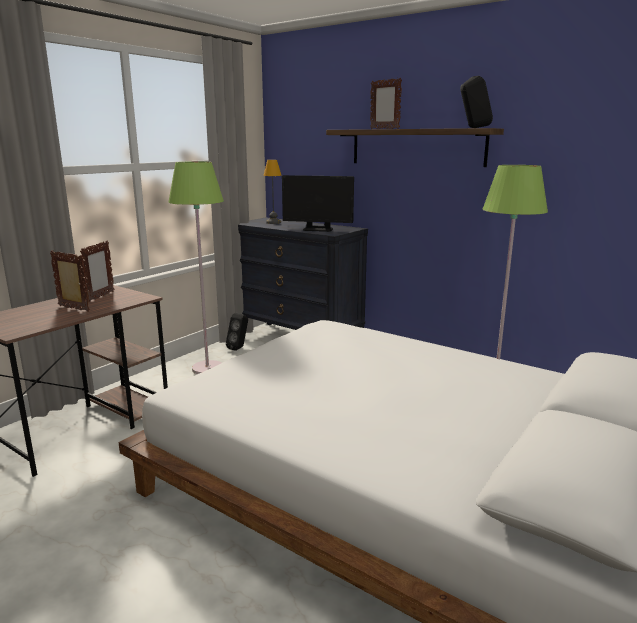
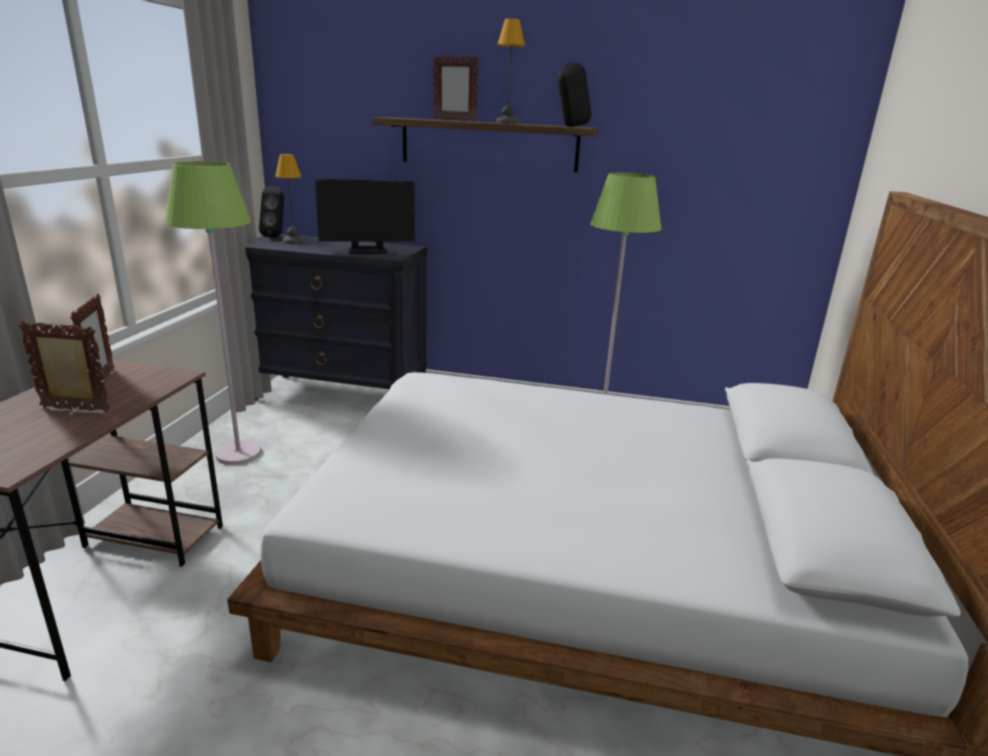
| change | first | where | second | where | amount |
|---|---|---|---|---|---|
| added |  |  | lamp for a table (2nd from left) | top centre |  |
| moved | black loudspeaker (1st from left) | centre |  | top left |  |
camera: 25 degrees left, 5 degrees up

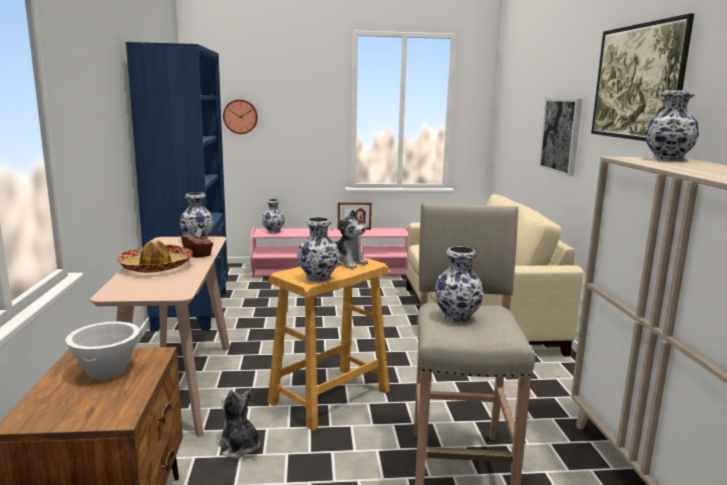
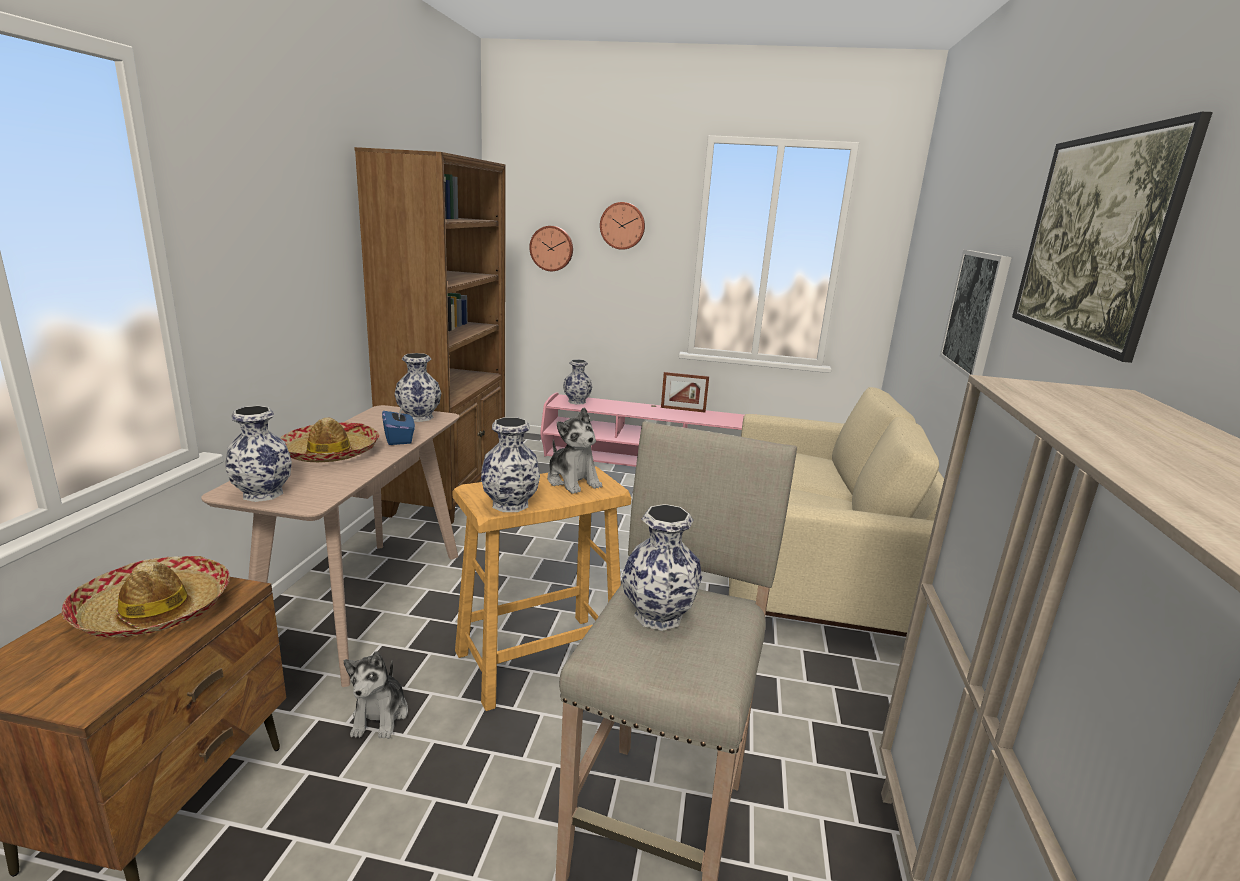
| change | first | where | second | where | amount |
|---|---|---|---|---|---|
| added |  |  | wall clock (2nd from left) | top centre |  |
| moved | decorative vase (5th from left in the first image) | top right | decorative vase (1st from left) | middle left |  |
| replaced | white serving bowl | bottom left | hat (1st from left) | bottom left |  |
| recoloured | blue shelving unit | middle left | brown shelving unit | centre |  |
| recoloured | brown box of tissues | middle left | blue box of tissues | middle left |  |
| turned | cuddly toy (1st from left) | bottom left |  | bottom left | 150 degrees counterclockwise |
camera: 15 degrees right, 5 degrees up

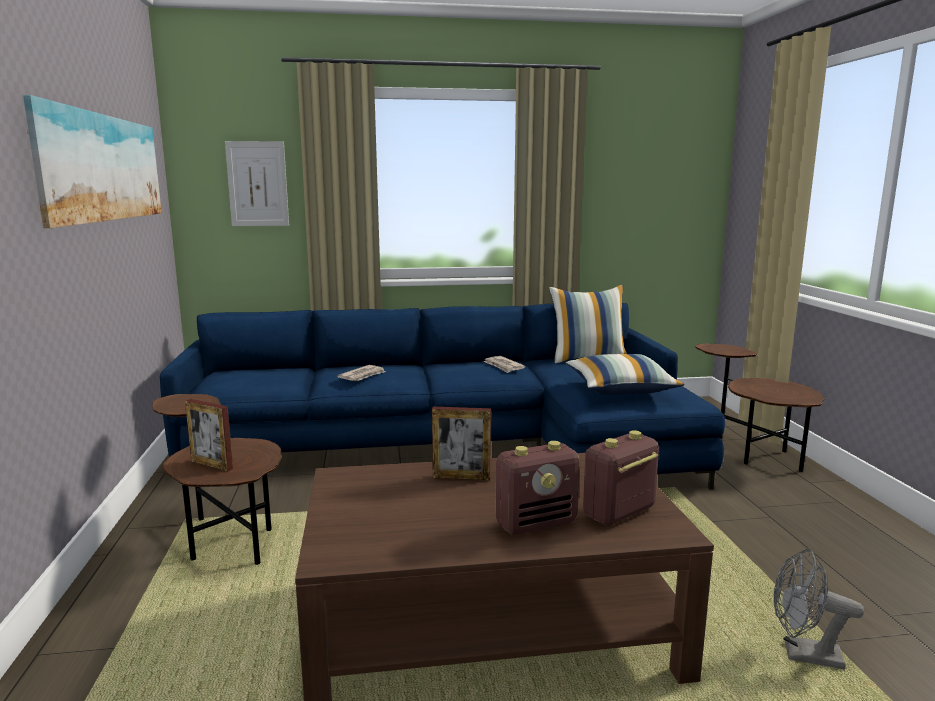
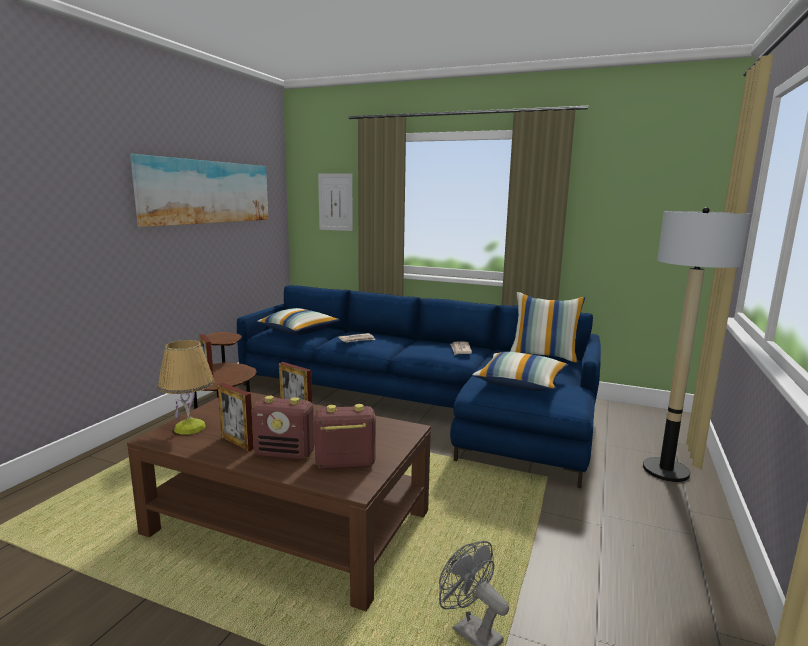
| change | first | where | second | where | amount |
|---|---|---|---|---|---|
| added |  |  | lamp for a table | middle left |  |
| added |  |  | photo frame (2nd from left) | middle left |  |
| added |  |  | throw pillow (1st from left) | centre |  |
| replaced | brown accent table (2nd from left) | middle right | standing lamp | middle right |  |
camera: 30 degrees right, 0 degrees up

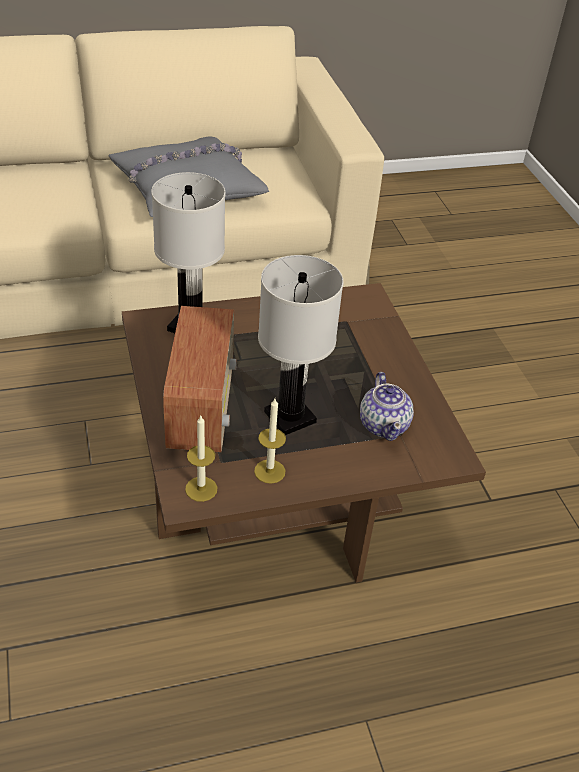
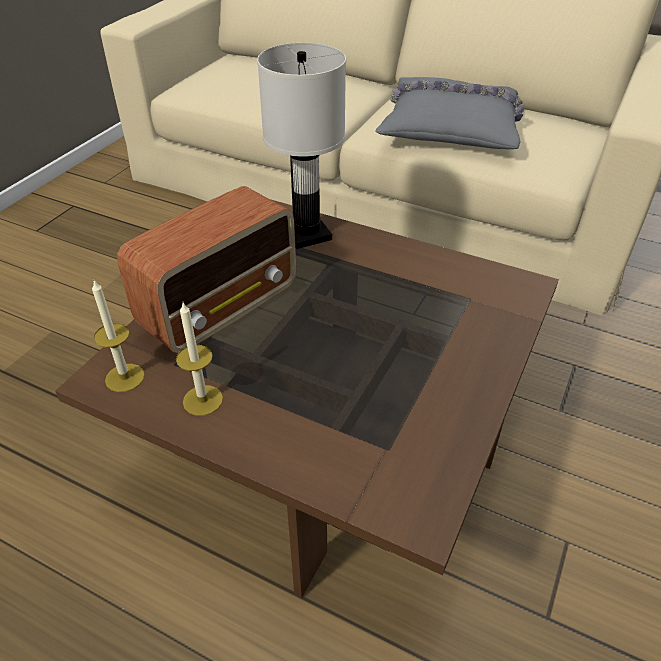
| change | first | where | second | where | amount |
|---|---|---|---|---|---|
| removed | white lamp for a table (2nd from left) | centre |  |  |  |
| removed | teapot | middle right |  |  |  |
camera: 45 degrees right, 0 degrees up

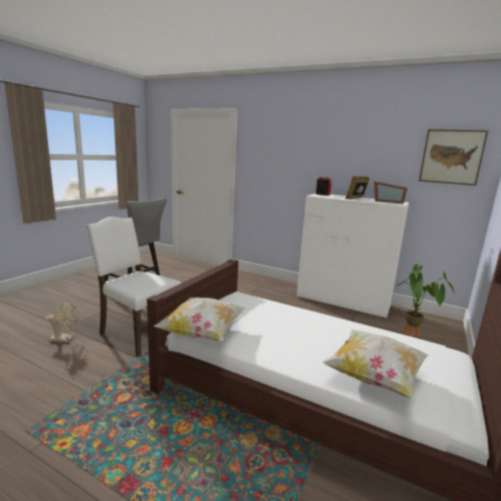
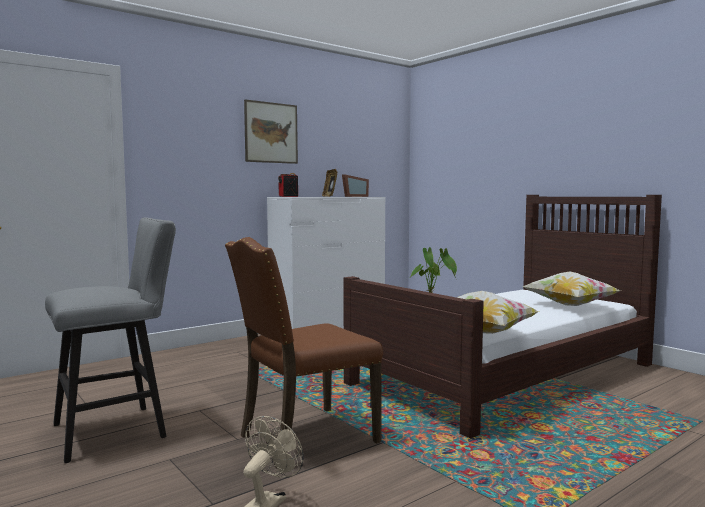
| change | first | where | second | where | amount |
|---|---|---|---|---|---|
| moved | wall art | top right |  | top centre |  |
| recoloured | white chair | middle left | brown chair | bottom centre |  |
camera: 65 degrees left, 10 degrees down

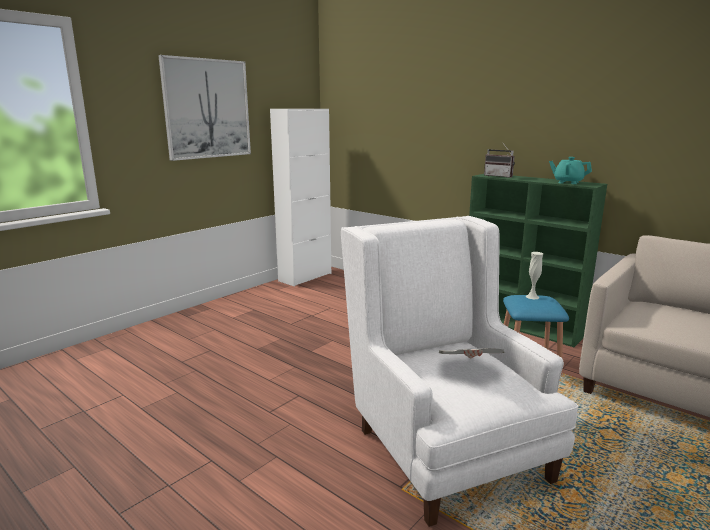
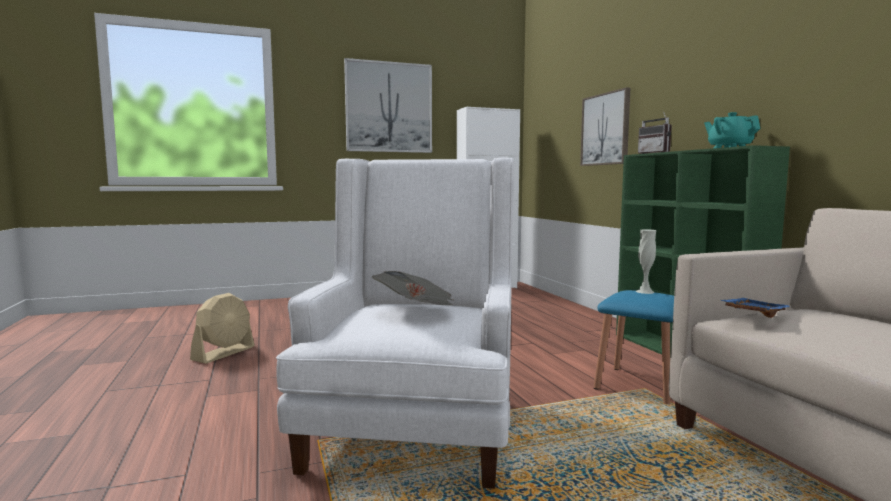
| change | first | where | second | where | amount |
|---|---|---|---|---|---|
| added |  |  | sand-coloured fan | middle left |  |
| added |  |  | wall art (2nd from left) | top right |  |
| added |  |  | blue tray | middle right |  |
camera: 30 degrees right, 10 degrees down

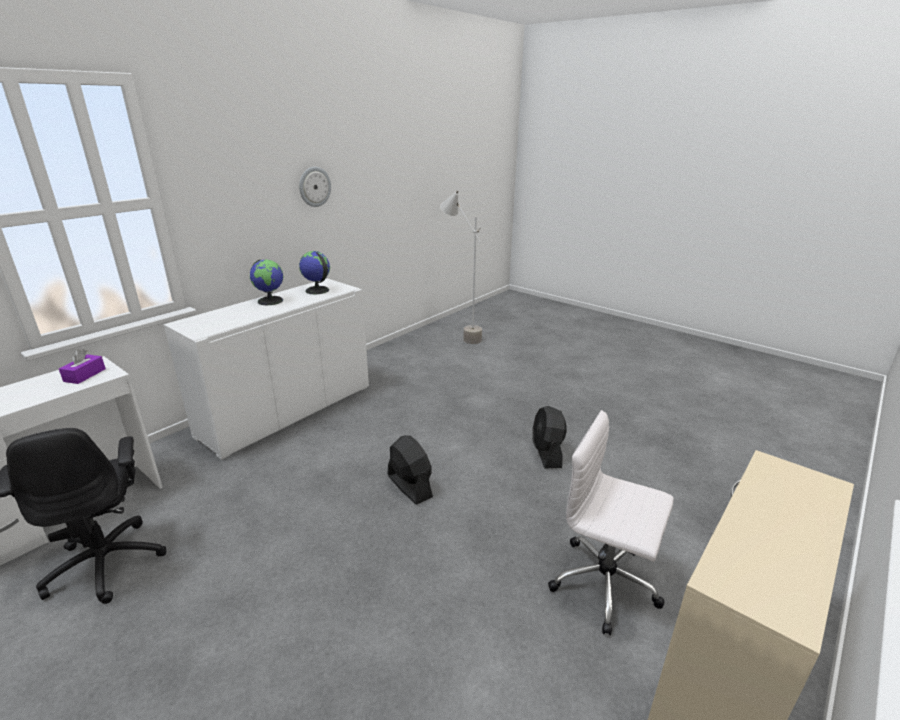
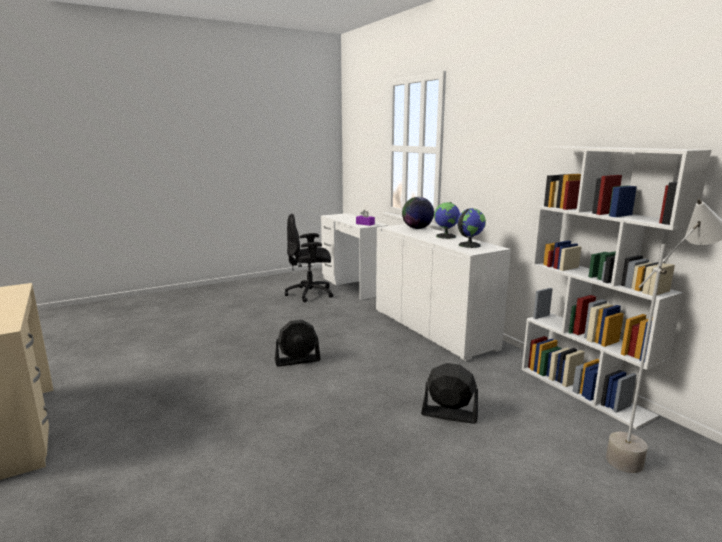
| change | first | where | second | where | amount |
|---|---|---|---|---|---|
| removed | wall clock | top centre |  |  |  |
| removed | white desk chair | bottom right |  |  |  |
| added |  |  | desk globe (1st from left) | centre |  |
| added |  |  | white shelving unit | middle right |  |
| moved | black fan (2nd from left) | centre |  | bottom centre |  |
camera: 110 degrees right, 10 degrees down

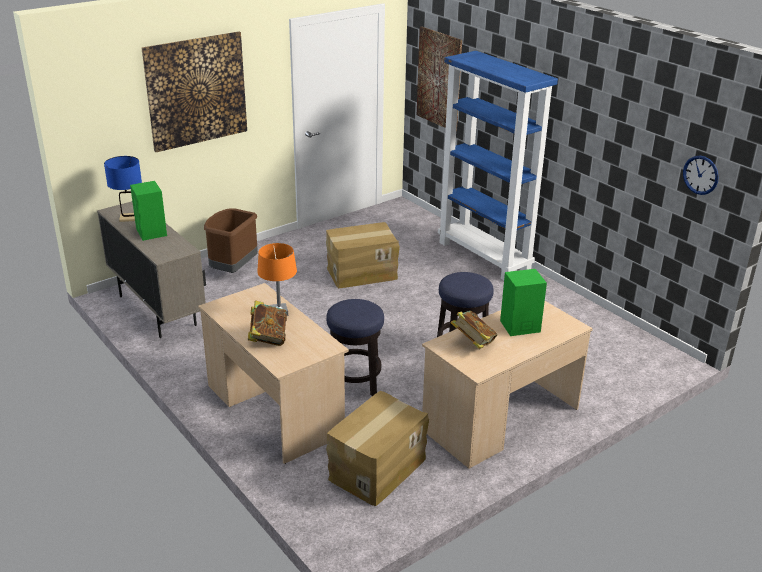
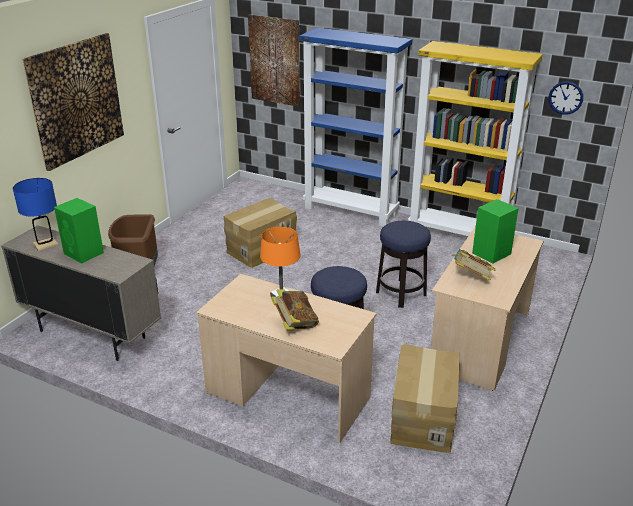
| change | first | where | second | where | amount |
|---|---|---|---|---|---|
| added |  |  | yellow shelving unit | top right |  |
camera: 25 degrees left, 0 degrees up

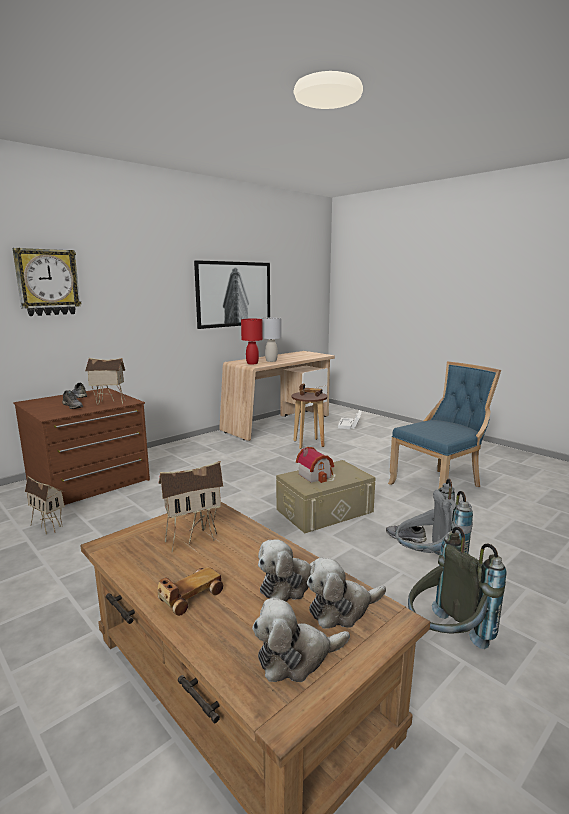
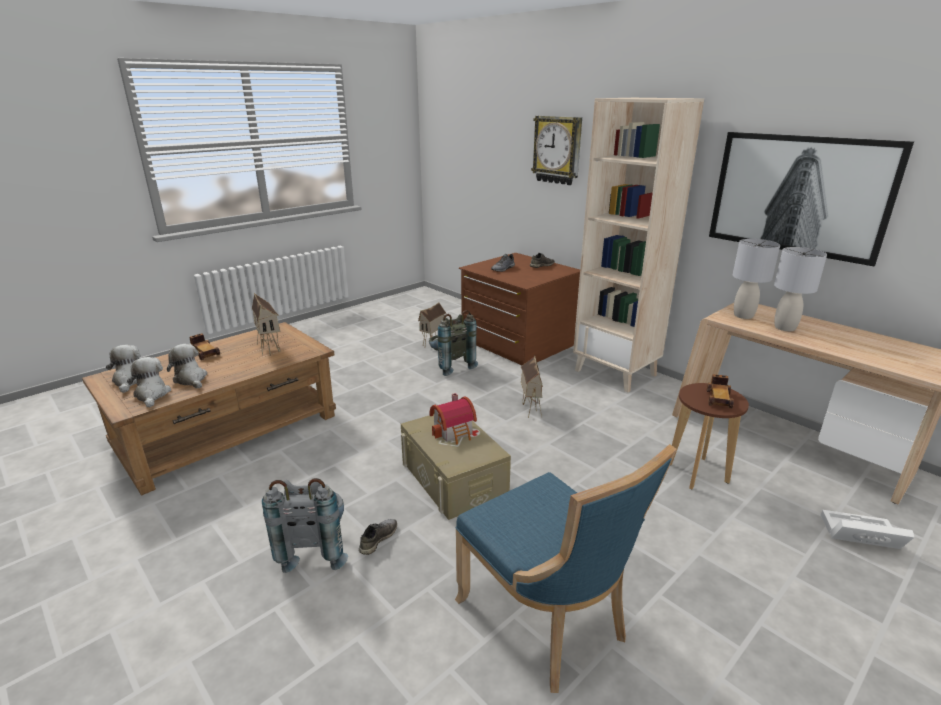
| change | first | where | second | where | amount |
|---|---|---|---|---|---|
| added |  |  | sand-coloured shelving unit | middle right |  |
| moved | miniature house (2nd from left in the first image) | middle left | miniature house (4th from left) | centre |  |
| moved | gray backpack (2nd from left) | bottom right |  | centre |  |
| recoloured | red-coloured lamp for a table | centre | gray lamp for a table (1st from left) | middle right |  |
camera: 90 degrees right, 10 degrees up

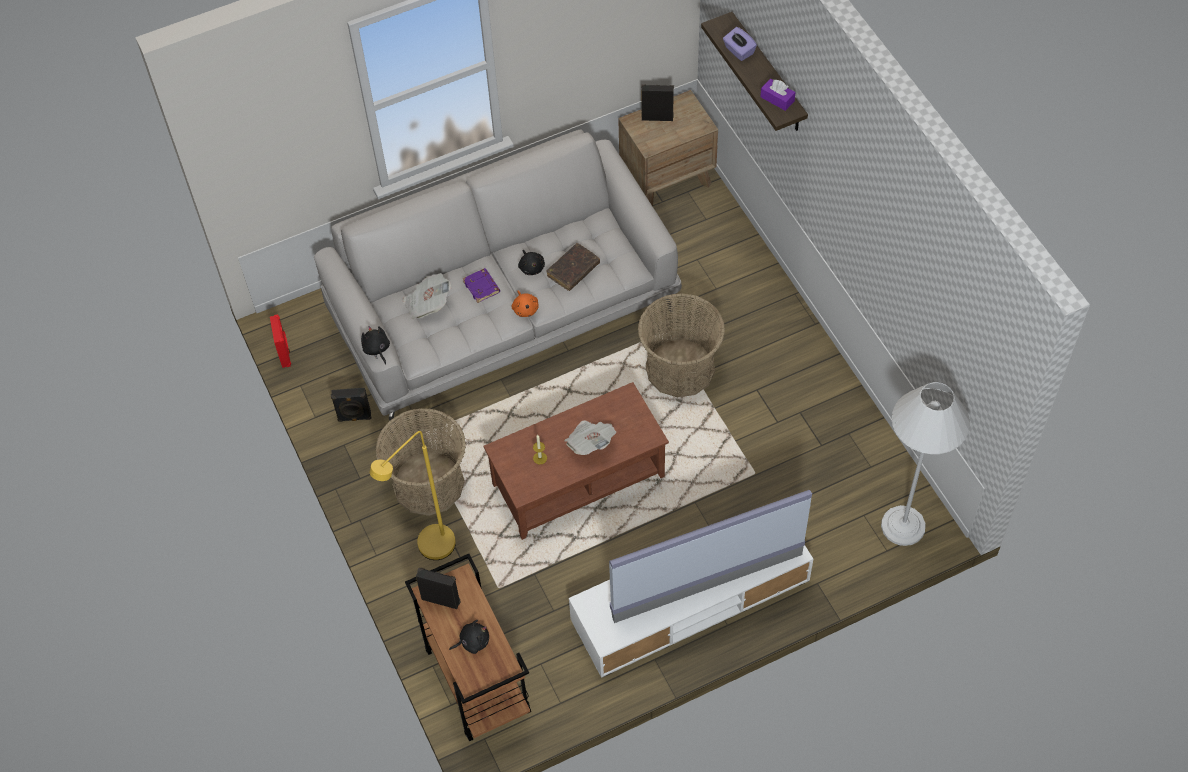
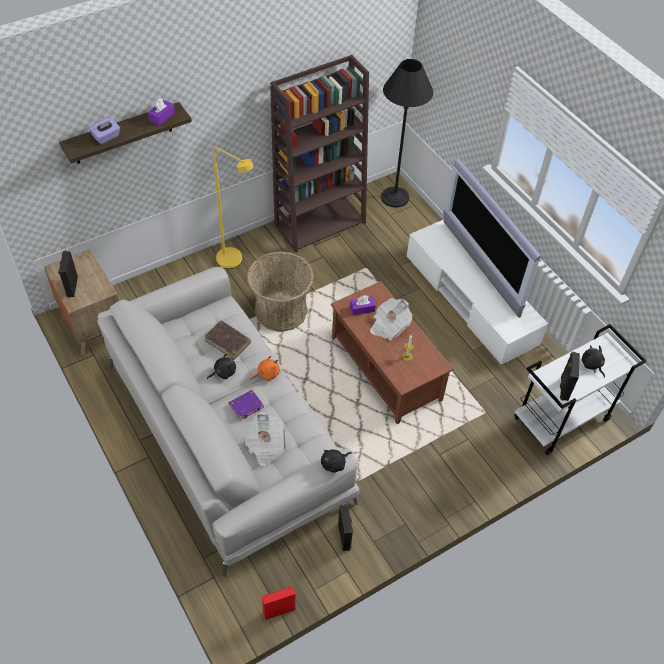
| change | first | where | second | where | amount |
|---|---|---|---|---|---|
| removed | household basket (1st from left) | centre |  |  |  |
| added |  |  | brown shelving unit | top centre |  |
| added |  |  | purplish box of tissues (3rd from left) | centre |  |
| moved | yellow standing lamp | centre |  | top centre |  |
| recoloured | brown trolley | bottom centre | white trolley | middle right |  |
| recoloured | white standing lamp | middle right | black standing lamp | top centre |  |
camera: 100 degrees left, 5 degrees down

